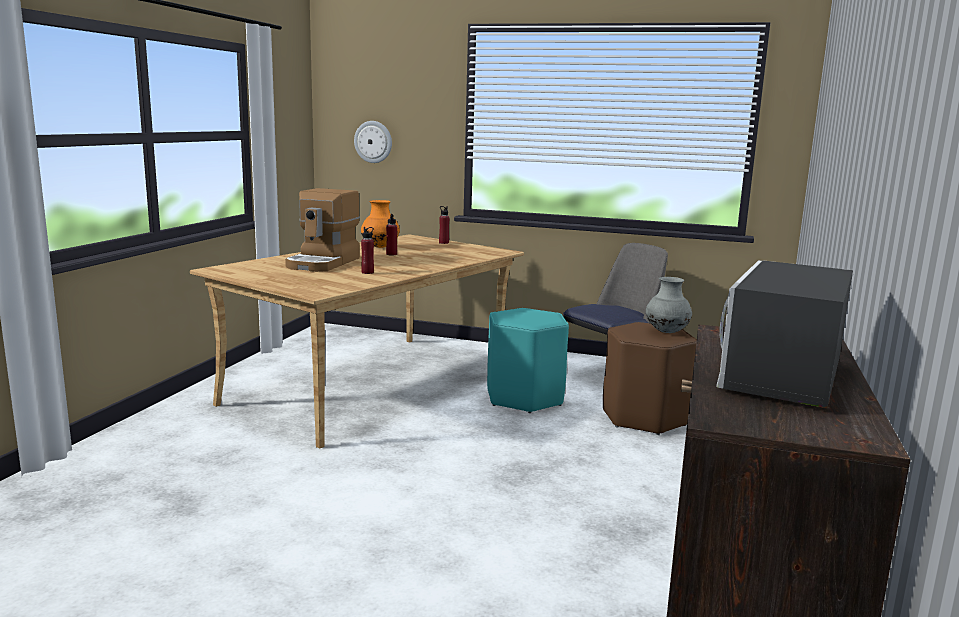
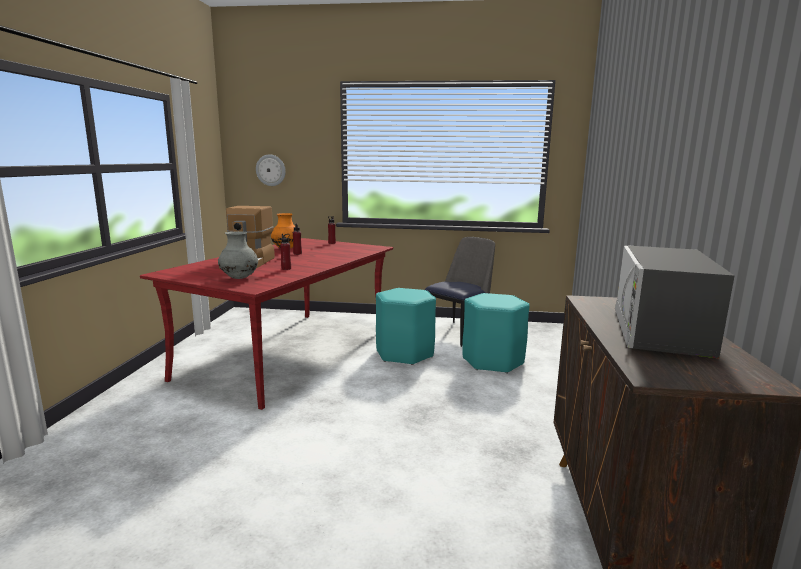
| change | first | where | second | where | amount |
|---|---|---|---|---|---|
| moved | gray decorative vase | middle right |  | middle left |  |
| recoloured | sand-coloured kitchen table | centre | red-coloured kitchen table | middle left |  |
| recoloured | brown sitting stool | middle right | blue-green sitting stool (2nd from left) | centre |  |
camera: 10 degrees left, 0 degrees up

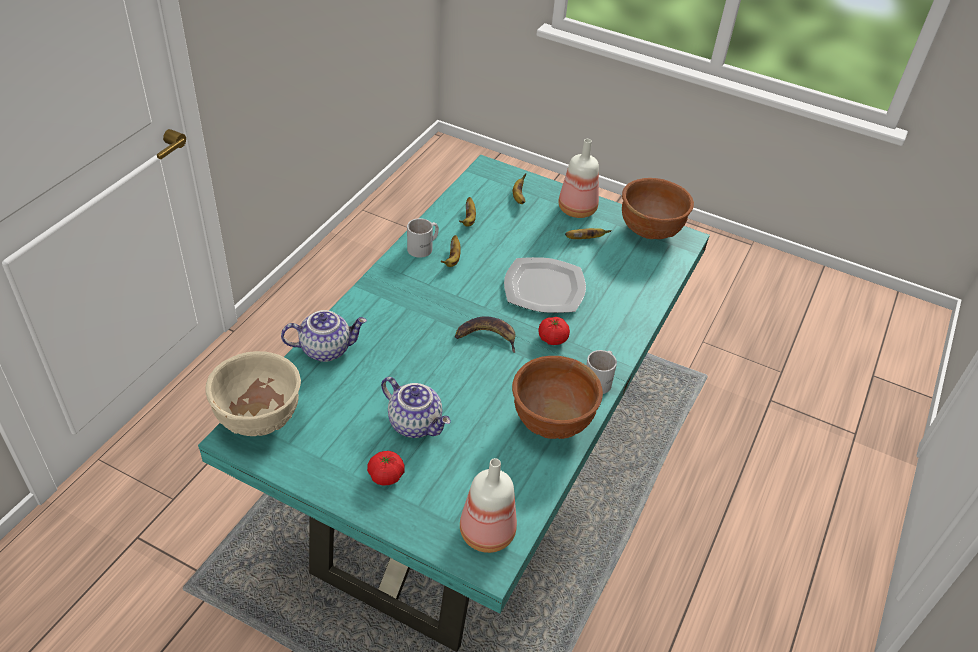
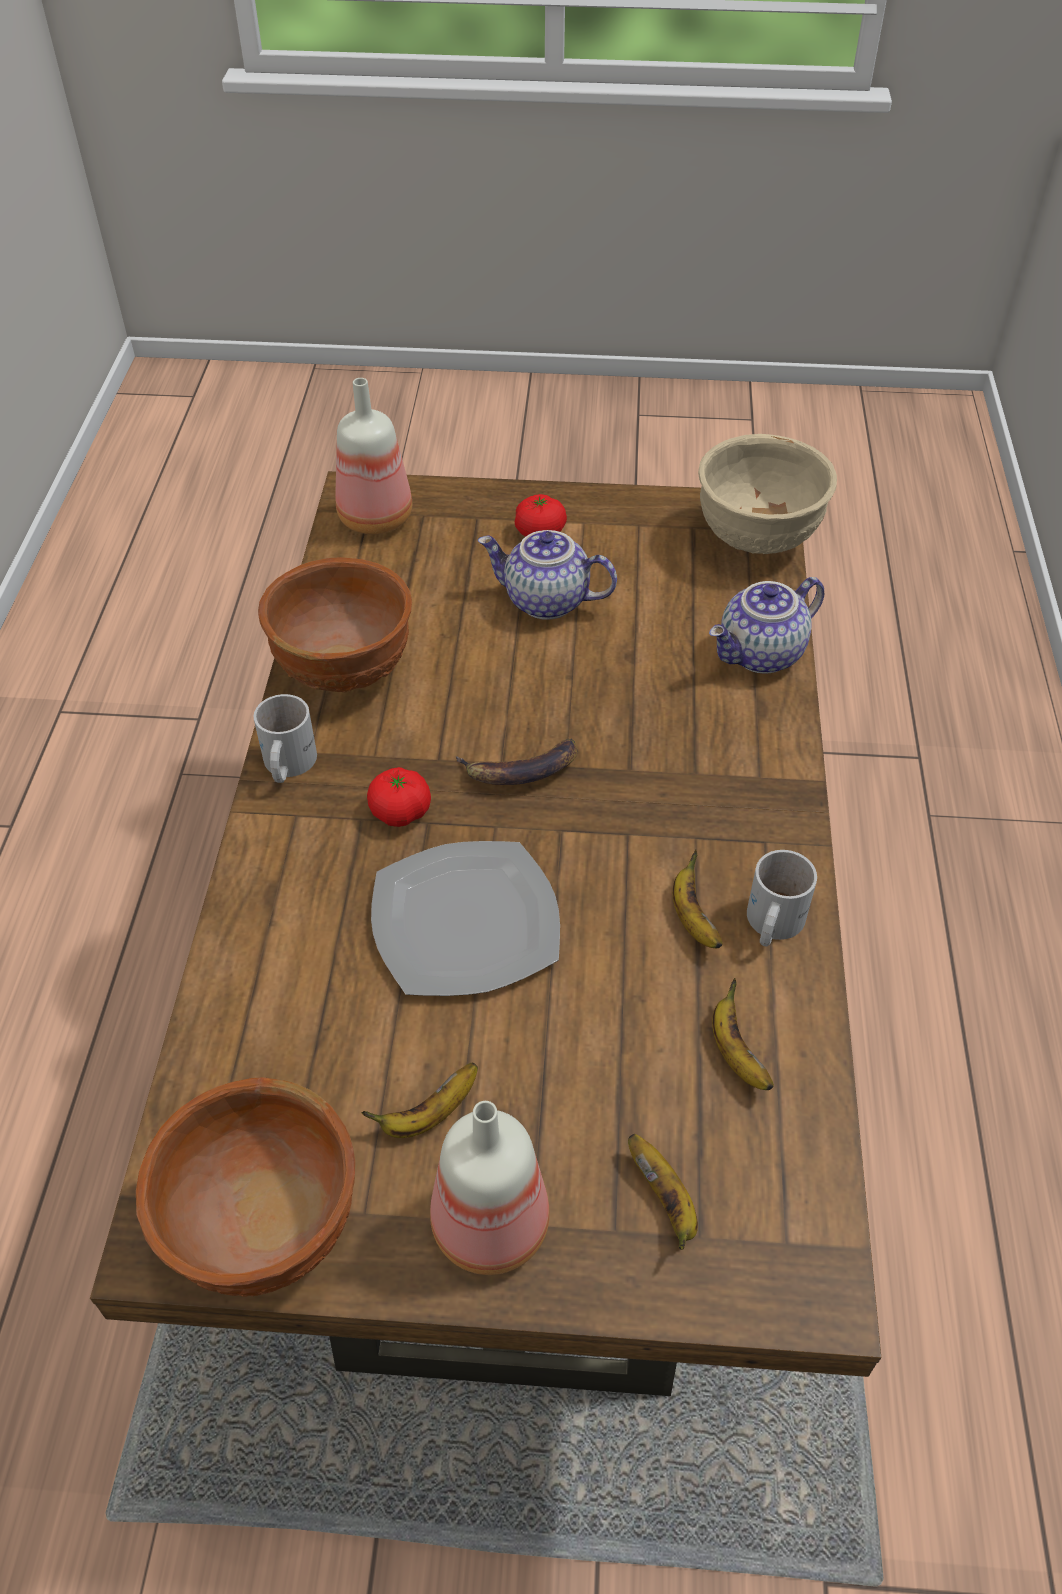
| change | first | where | second | where | amount |
|---|---|---|---|---|---|
| recoloured | blue-green kitchen table | centre | brown kitchen table | centre |  |
camera: 160 degrees right, 5 degrees up

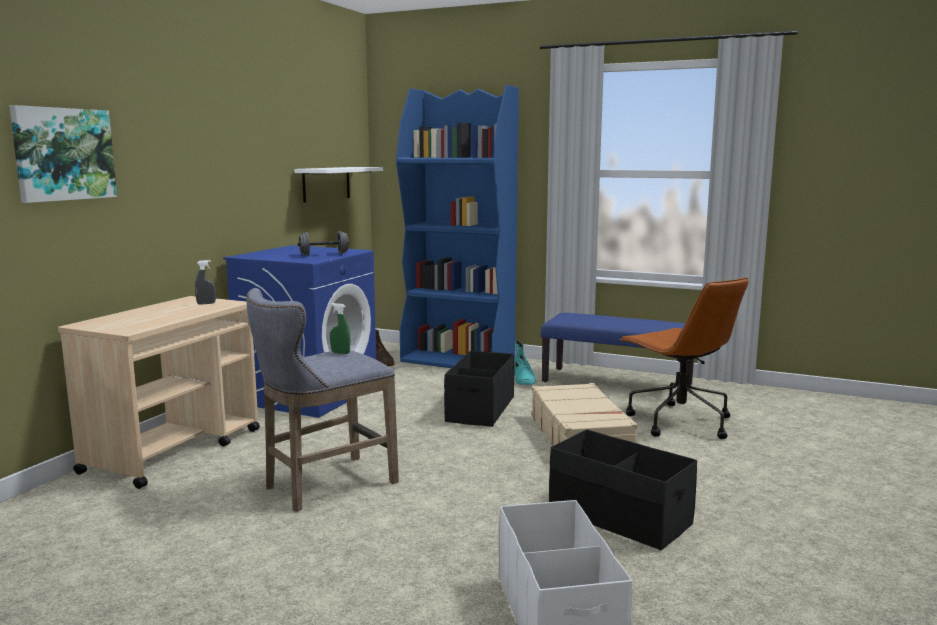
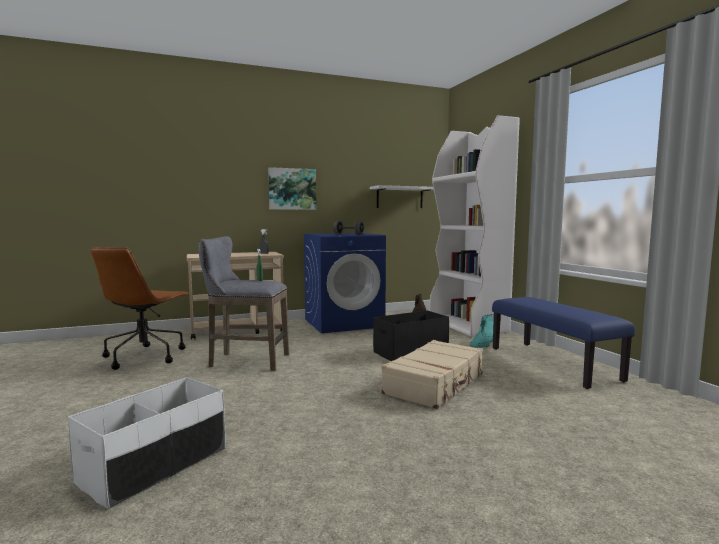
| change | first | where | second | where | amount |
|---|---|---|---|---|---|
| removed | black storage box (2nd from left) | bottom centre |  |  |  |
| moved | wall art | top left |  | centre |  |
| moved | brown desk chair | middle right |  | middle left |  |
| recoloured | blue shelving unit | centre | white shelving unit | centre |  |
camera: 45 degrees right, 5 degrees down

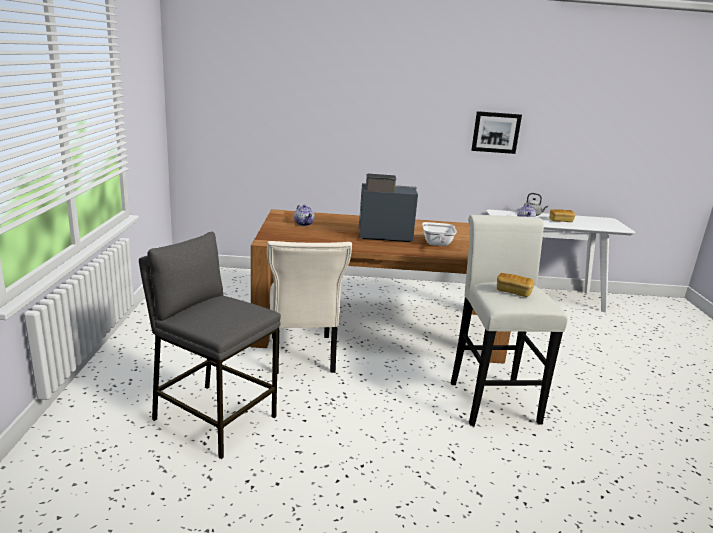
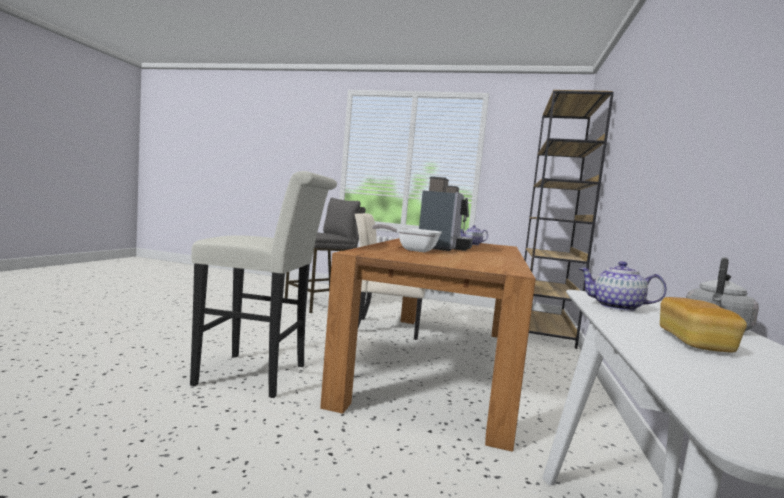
| change | first | where | second | where | amount |
|---|---|---|---|---|---|
| removed | wall art | top right |  |  |  |
| removed | baked bread (1st from left) | middle right |  |  |  |
| added |  |  | brown shelving unit | middle right |  |
camera: 105 degrees right, 15 degrees down

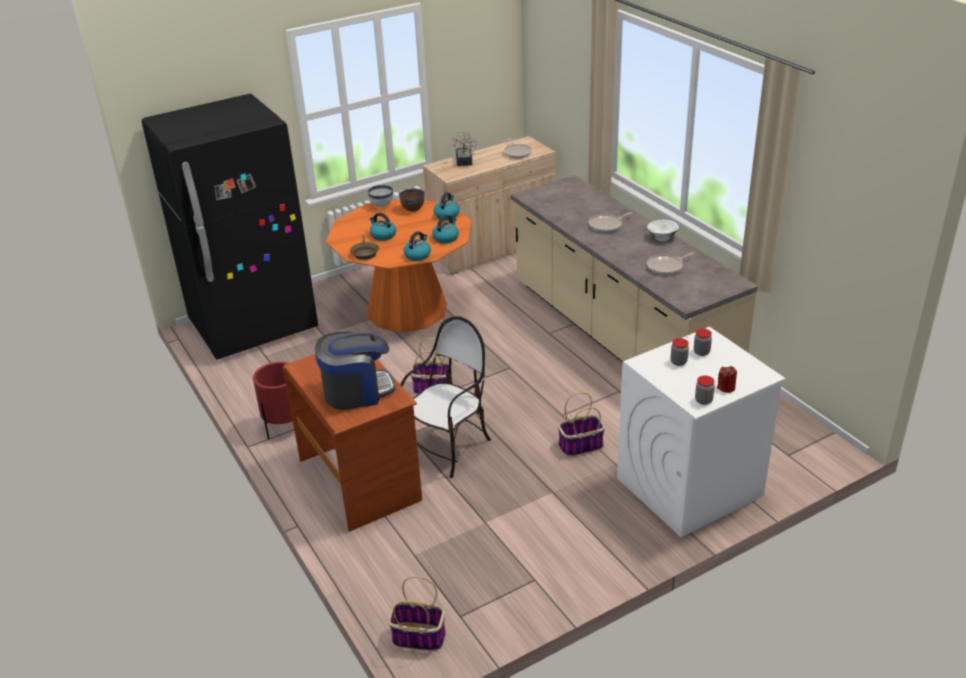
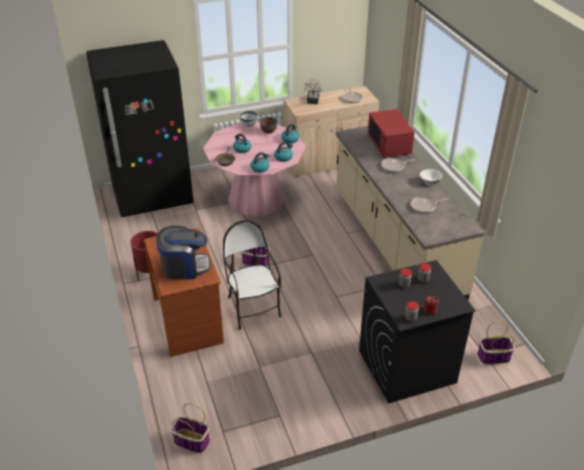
| change | first | where | second | where | amount |
|---|---|---|---|---|---|
| added |  |  | red-coloured microwave | top right |  |
| moved | household basket (3rd from left) | centre |  | bottom right |  |
| recoloured | orangey kitchen table | centre | pink-coloured kitchen table | centre |  |
| recoloured | white laundry appliance | middle right | black laundry appliance | bottom right |  |
| turned | chair | centre |  | centre | 75 degrees counterclockwise |
camera: 10 degrees right, 5 degrees up

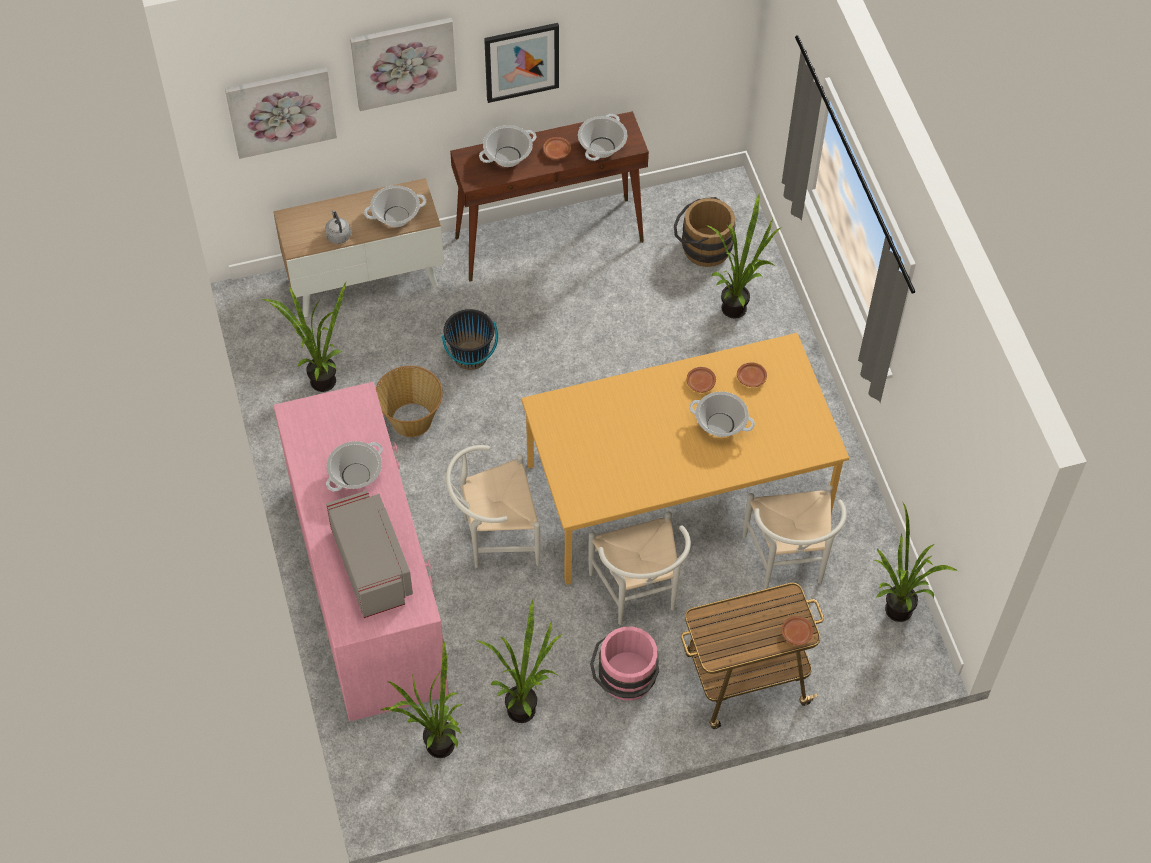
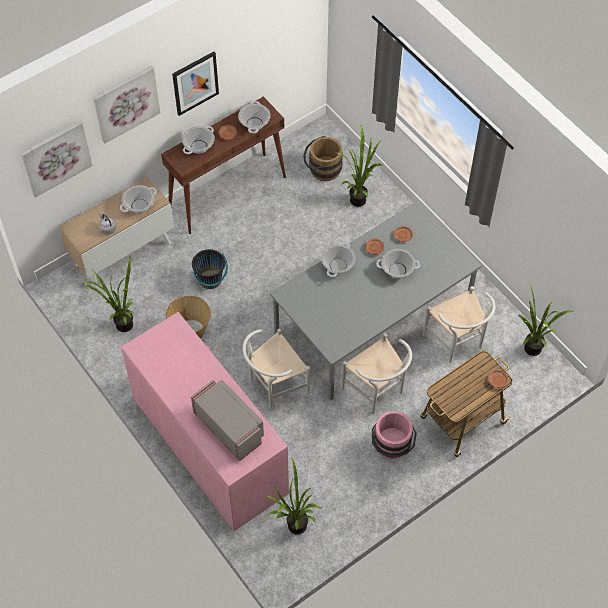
| change | first | where | second | where | amount |
|---|---|---|---|---|---|
| removed | plant in a pot (3rd from left) | bottom centre |  |  |  |
| moved | stockpot (1st from left in the first image) | middle left | stockpot (4th from left) | centre |  |
| recoloured | orangey kitchen table | centre | gray kitchen table | centre |  |
camera: 20 degrees left, 0 degrees up

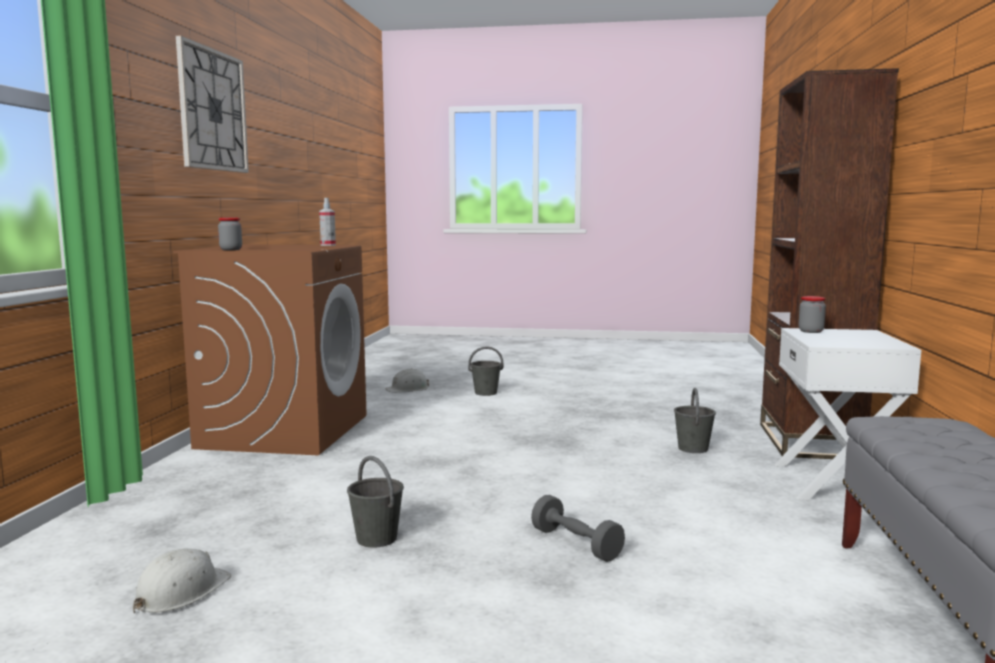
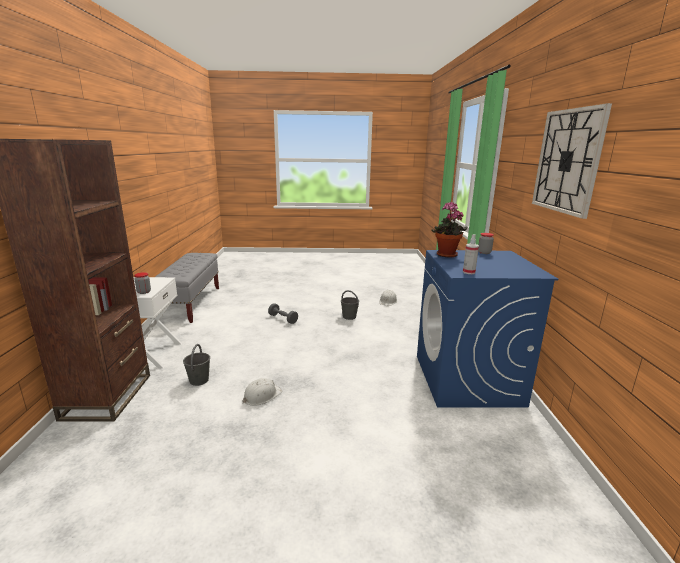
| change | first | where | second | where | amount |
|---|---|---|---|---|---|
| removed | gray water bucket (2nd from left) | centre |  |  |  |
| added |  |  | plant in a pot | centre |  |
| moved | white work helmet (2nd from left in the first image) | centre | white work helmet (1st from left) | bottom centre |  |
| recoloured | brown laundry appliance | middle left | blue laundry appliance | middle right |  |
camera: 170 degrees right, 10 degrees up

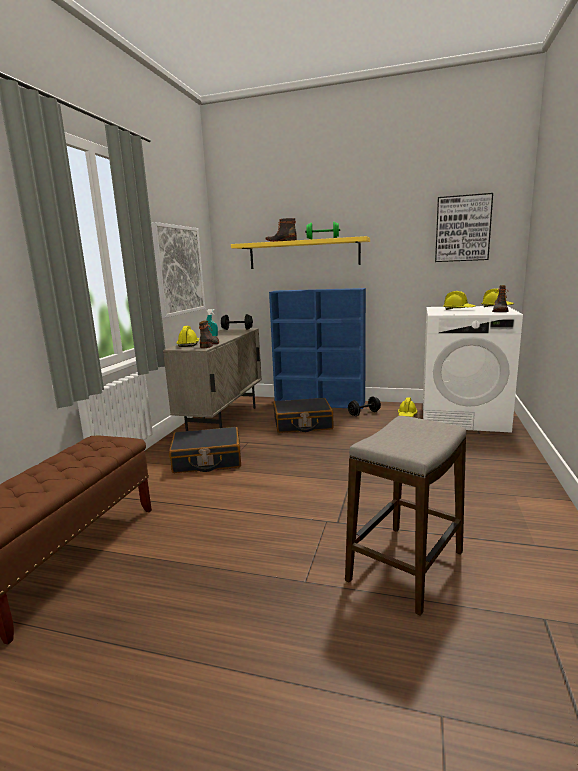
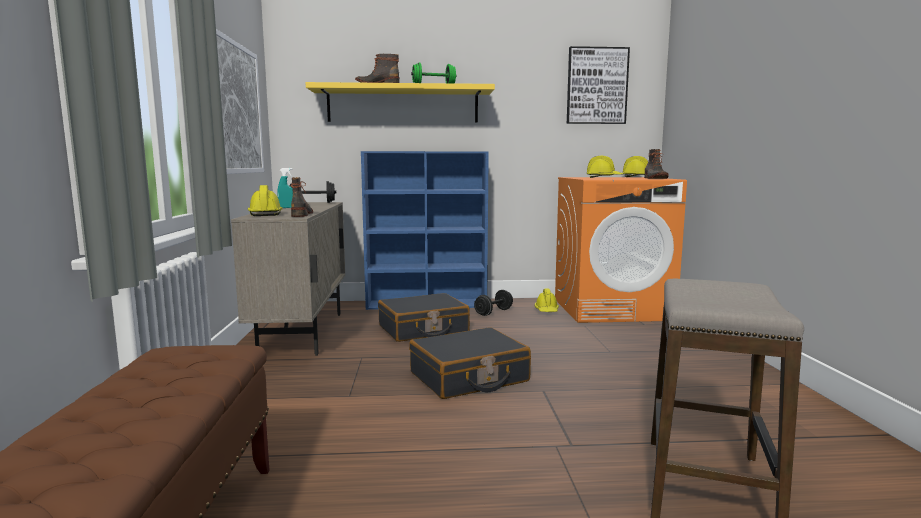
| change | first | where | second | where | amount |
|---|---|---|---|---|---|
| moved | black suitcase (1st from left in the first image) | centre | black suitcase (2nd from left) | bottom centre |  |
| recoloured | white laundry appliance | middle right | orangey laundry appliance | middle right |  |
camera: 20 degrees left, 5 degrees down

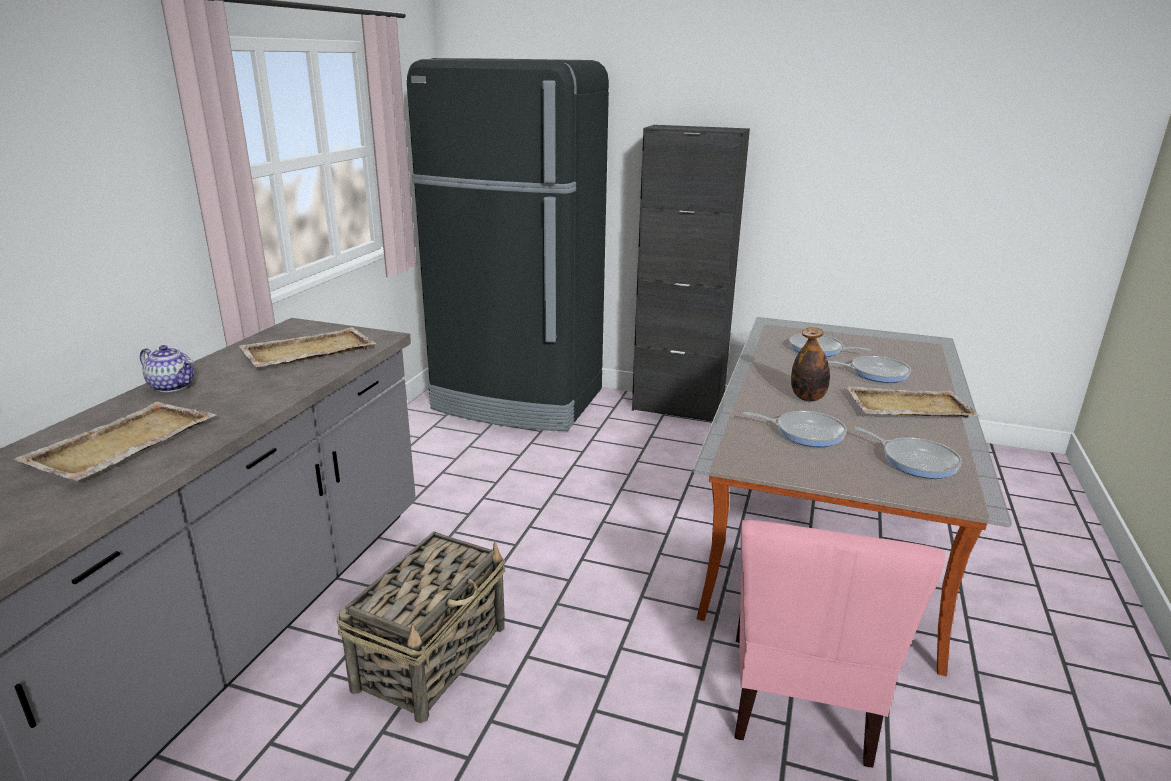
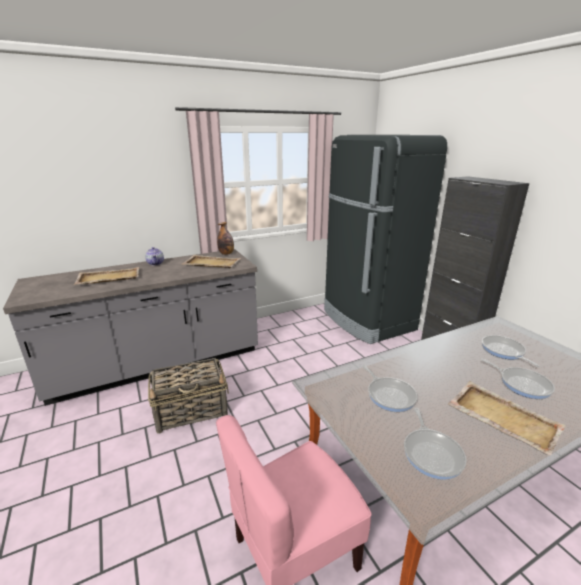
| change | first | where | second | where | amount |
|---|---|---|---|---|---|
| moved | drink bottle | middle right |  | centre |  |
camera: 45 degrees right, 0 degrees up

